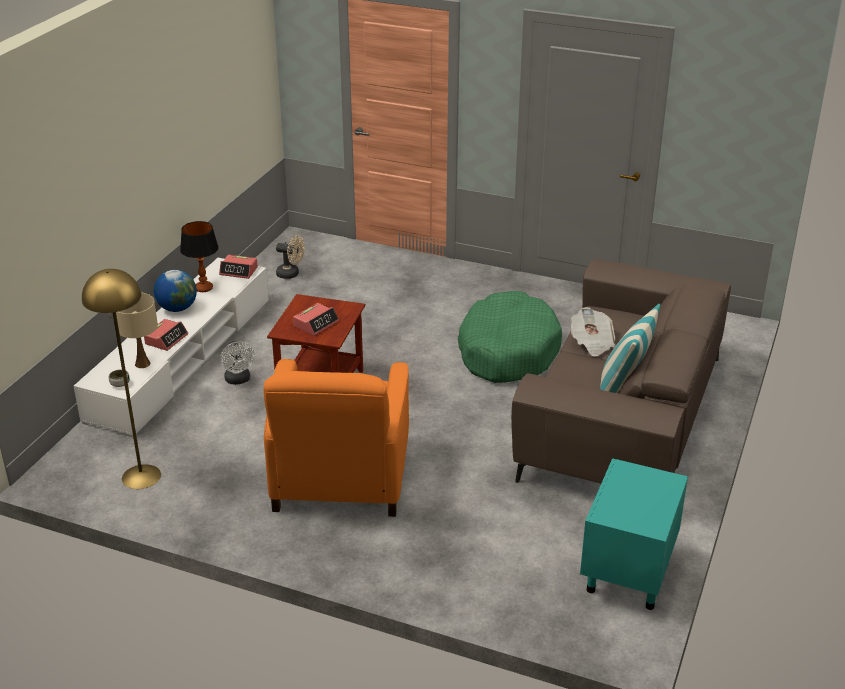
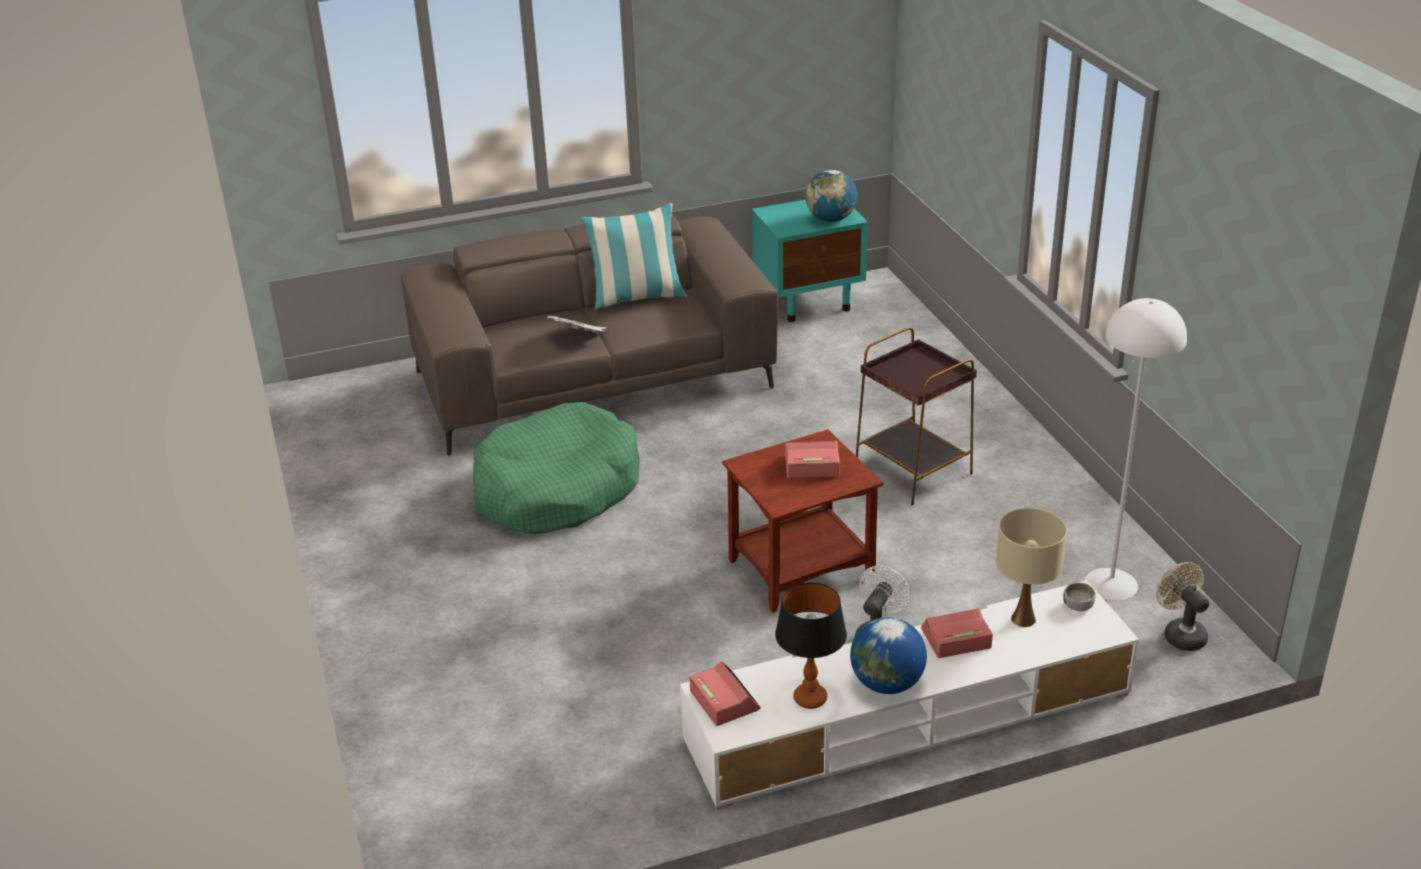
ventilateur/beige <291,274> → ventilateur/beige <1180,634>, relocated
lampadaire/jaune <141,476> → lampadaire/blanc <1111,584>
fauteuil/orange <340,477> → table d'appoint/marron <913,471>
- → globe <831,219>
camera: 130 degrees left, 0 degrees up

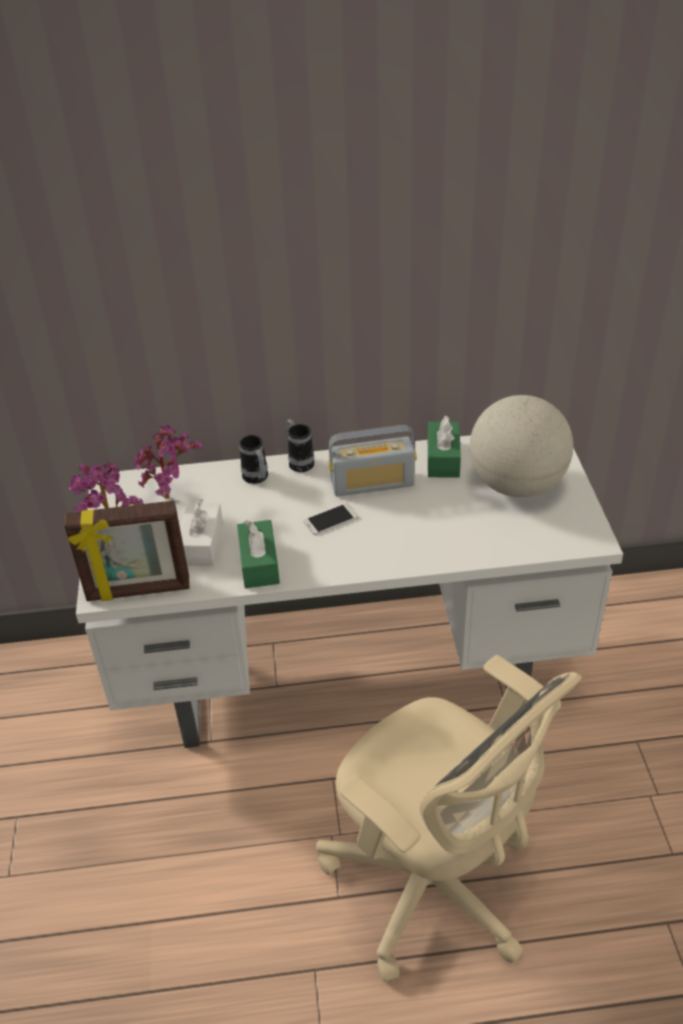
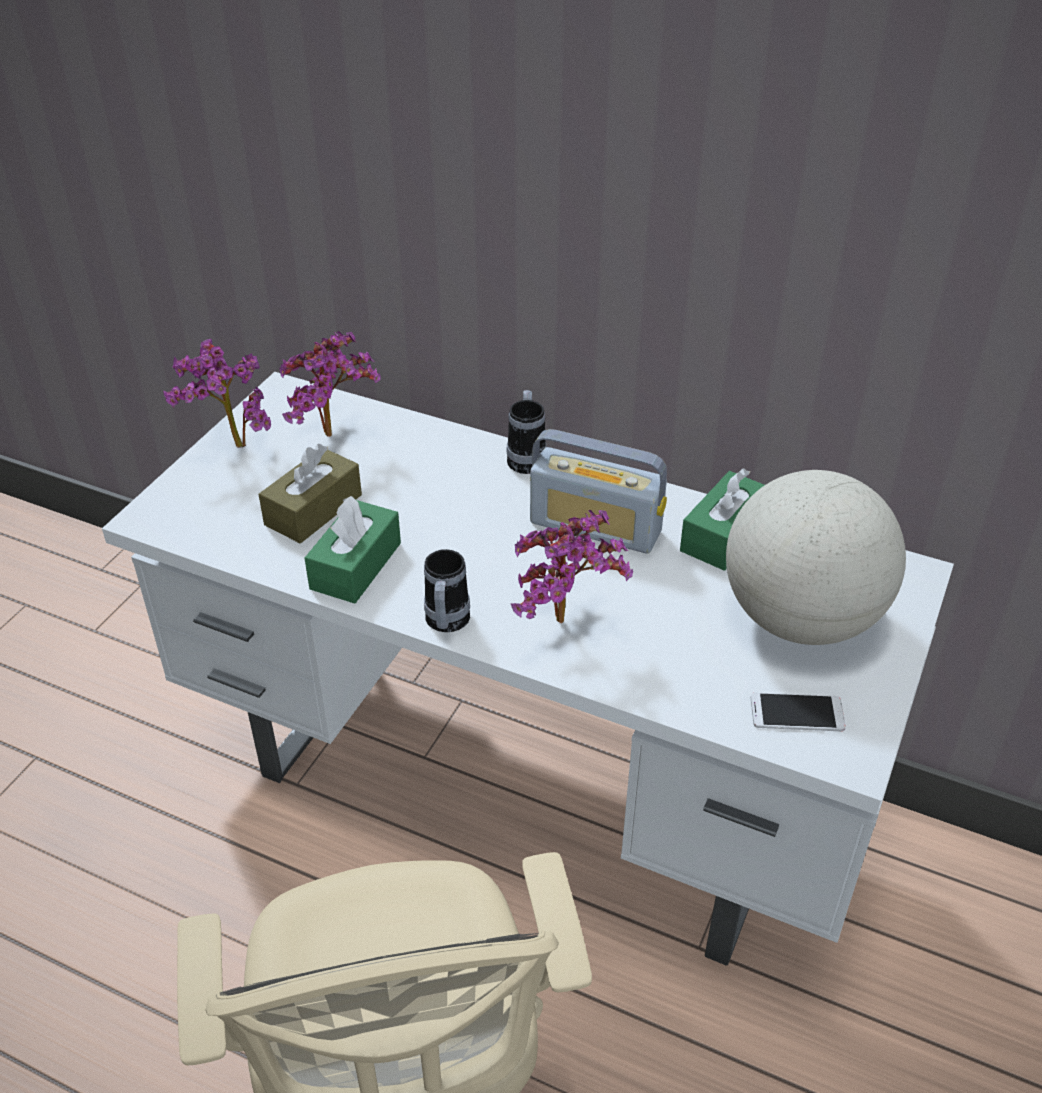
mug <257,479> → mug <446,624>, relocated
boîte à mouchoirs/blanc <202,544> → boîte à mouchoirs/marron <313,510>
cadre photo <138,591> → -
téléphone <330,519> → téléphone <797,713>, relocated
- → plante en pot <567,625>
camera: 30 degrees right, 0 degrees up

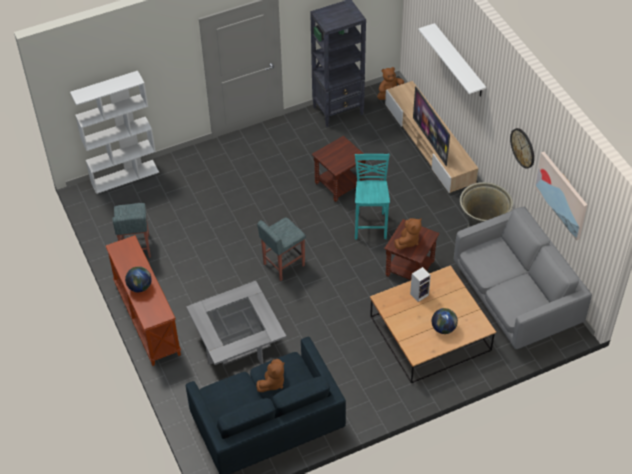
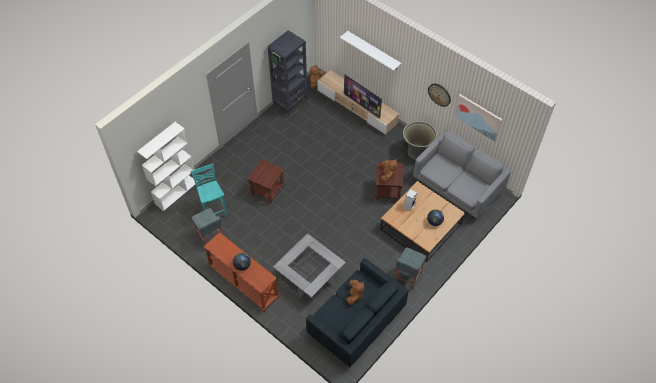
table d'appoint/marron <339,184> → table d'appoint/marron <267,190>, relocated
tabouret/turquoise <370,225> → tabouret/turquoise <213,210>, relocated
tabouret/gris <283,265> → tabouret/gris <408,277>, relocated
camera: 25 degrees left, 5 degrees up

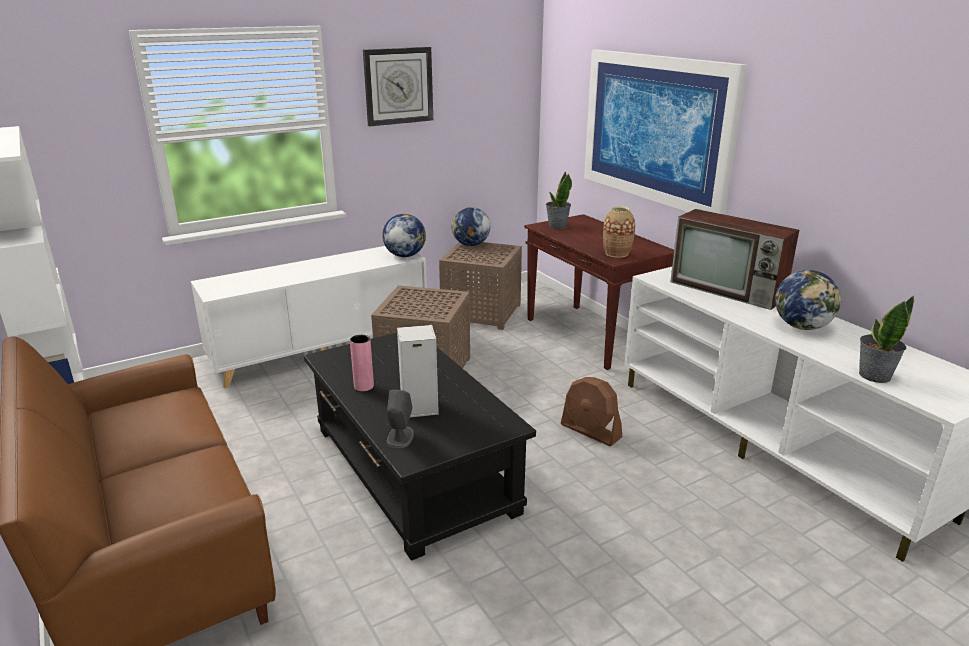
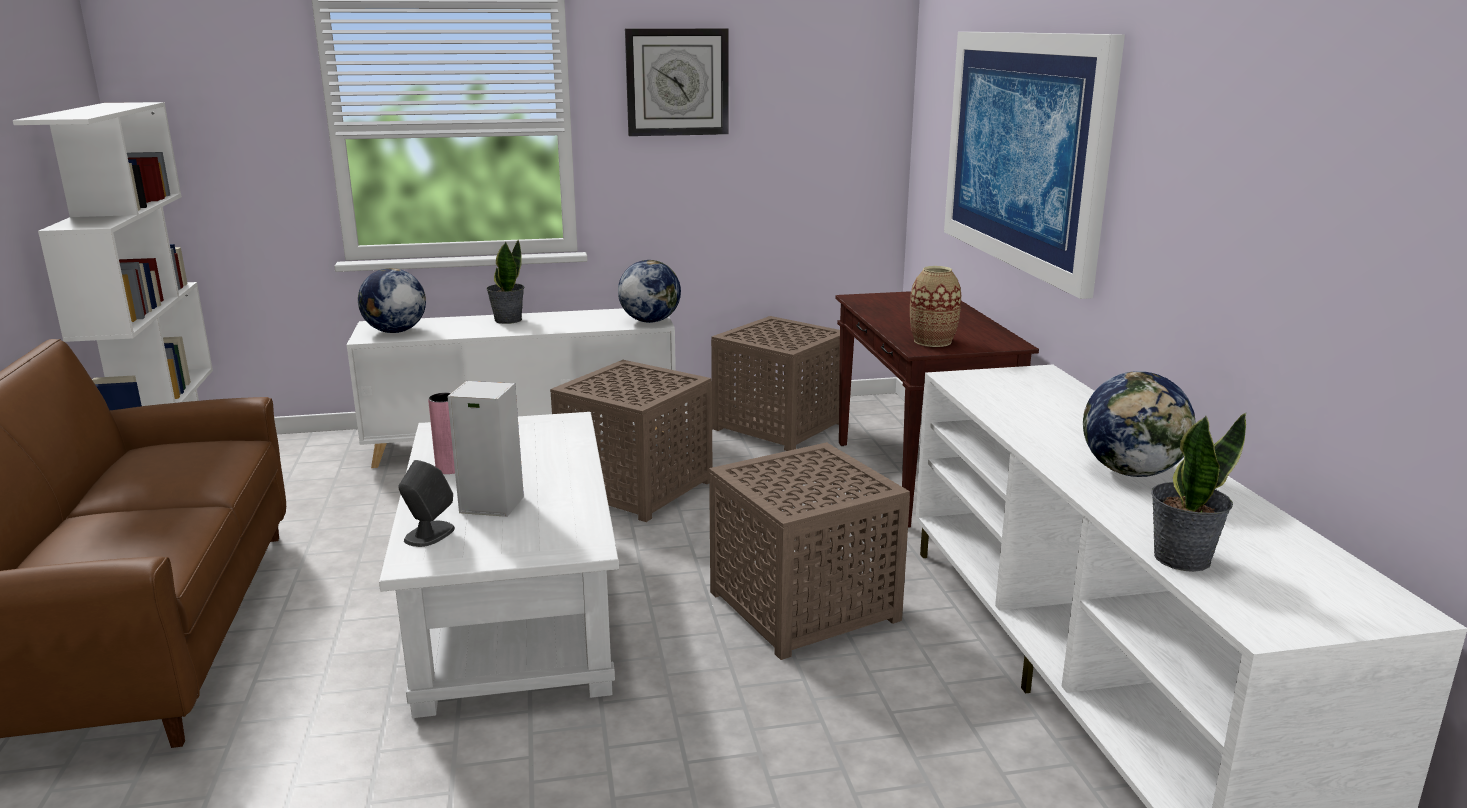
plante en pot <557,226> → plante en pot <507,320>, relocated
globe <470,245> → globe <395,331>, relocated
téléviseur <729,290> → -
table basse/noir <413,468> → table basse/blanc <515,605>
ventilateur/marron <591,431> → table d'appoint/marron <807,606>
camera: 20 degrees right, 5 degrees down

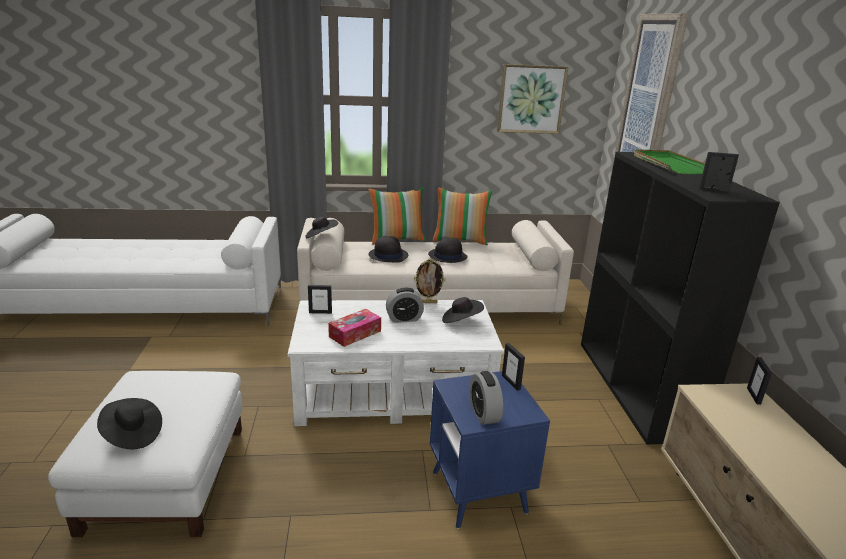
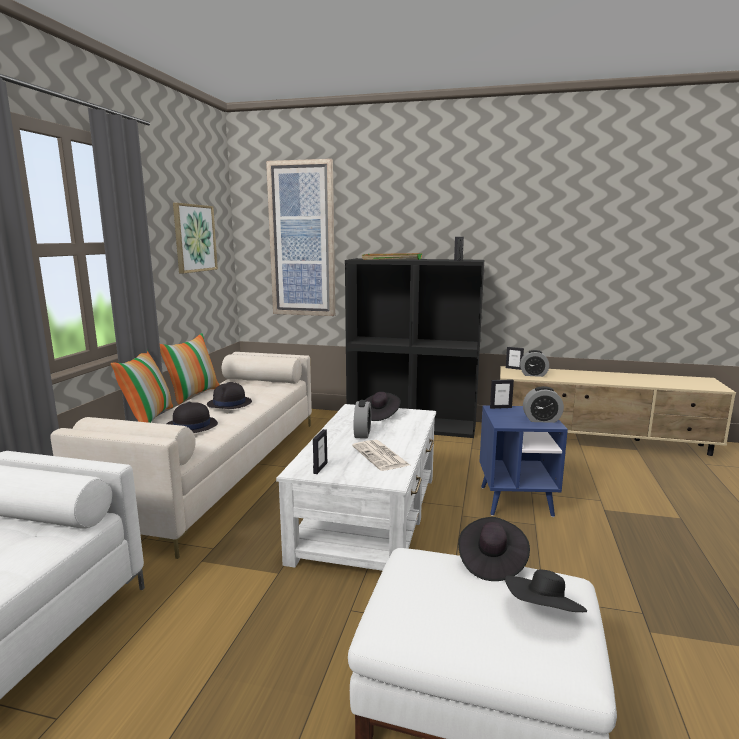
chapeau/noir <321,236> → chapeau/noir <491,562>, relocated
cadre photo <428,302> → -
boîte à mouchoirs <355,334> → journal <381,456>
- → réveil <533,375>
camera: 70 degrees left, 10 degrees down

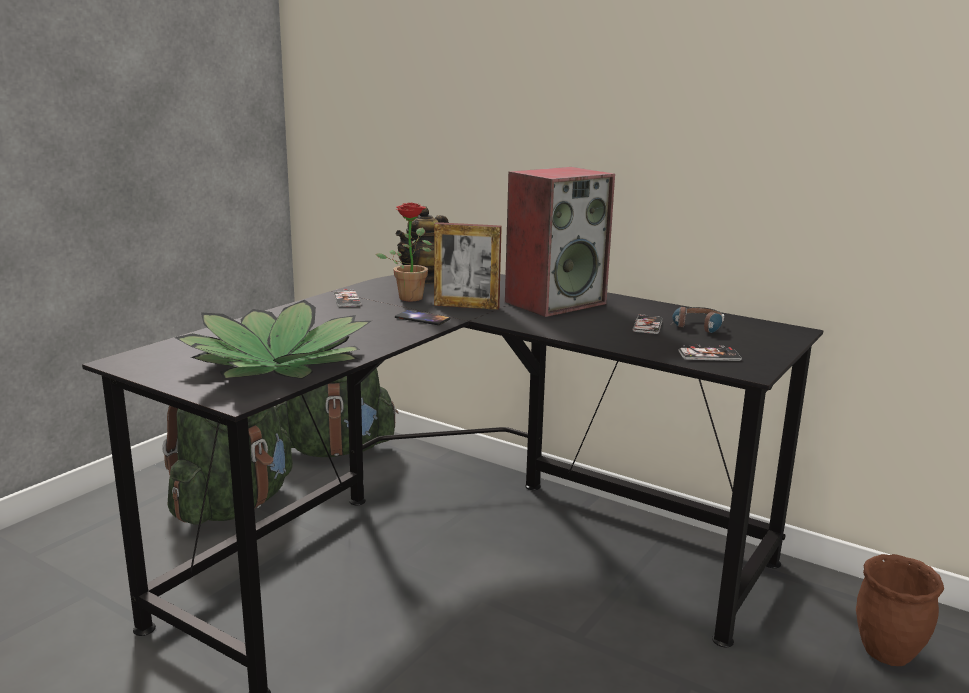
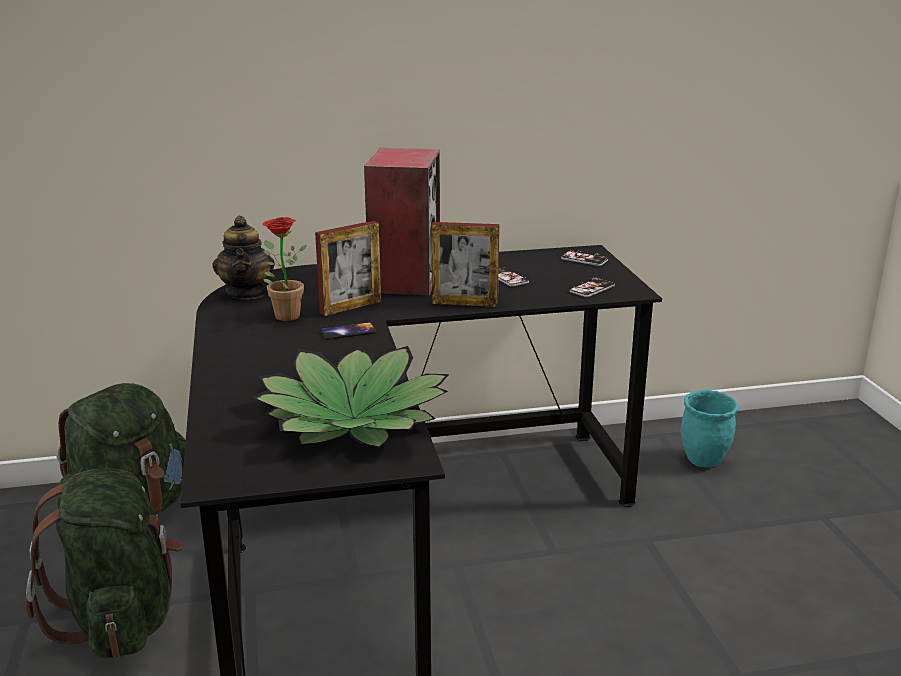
téléphone <347,300> → téléphone <584,260>, relocated
casque audio <696,328> → -
cache-pot/marron <885,653> → cache-pot/turquoise <702,461>
- → cadre photo <465,303>
camera: 45 degrees left, 5 degrees up

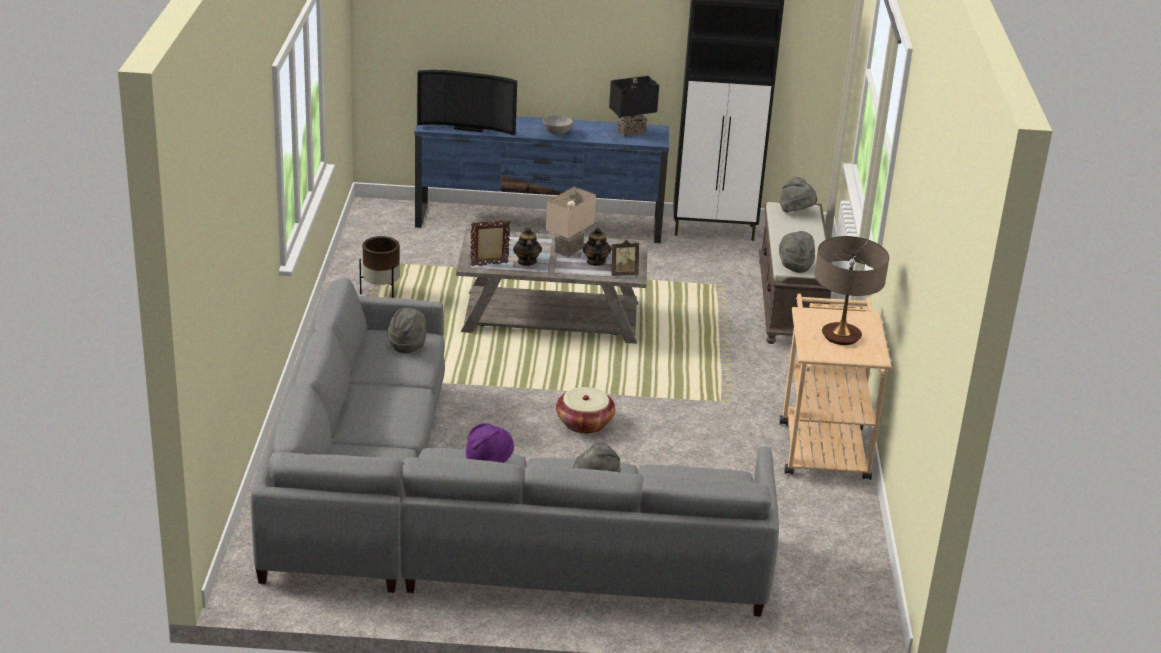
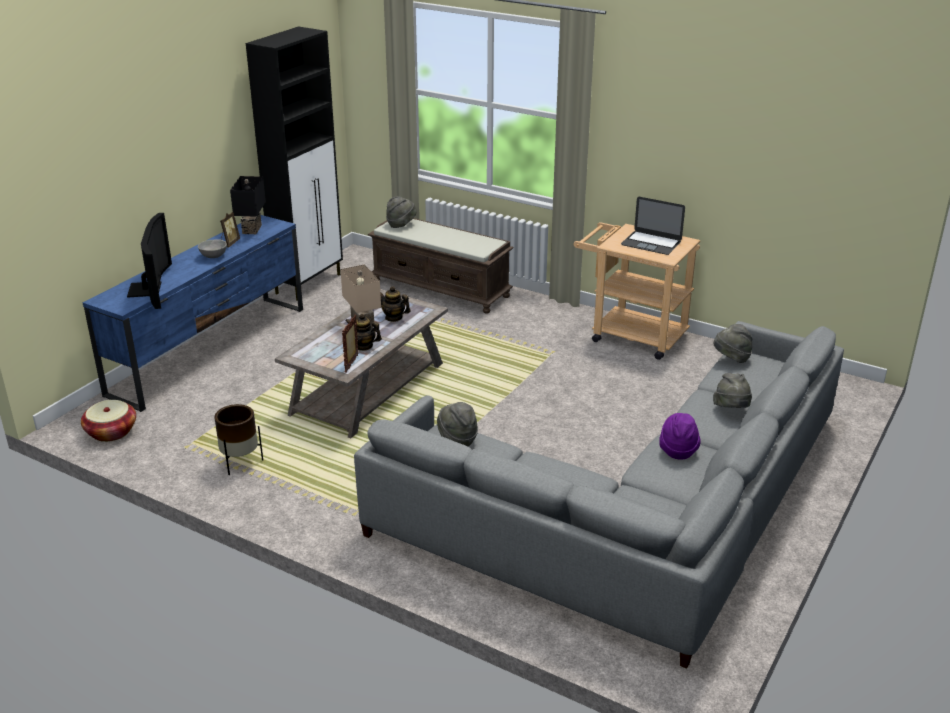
téléviseur <469,127> → téléviseur <150,289>, 45 degrees counterclockwise
chapeau/gris <794,266> → chapeau/gris <731,359>, relocated
lampe de table <841,336> → ordinateur portable <651,243>
cadre photo <623,273> → cadre photo <229,243>, relocated
panier <584,423> → panier <111,432>, relocated
camera: 60 degrees left, 0 degrees up

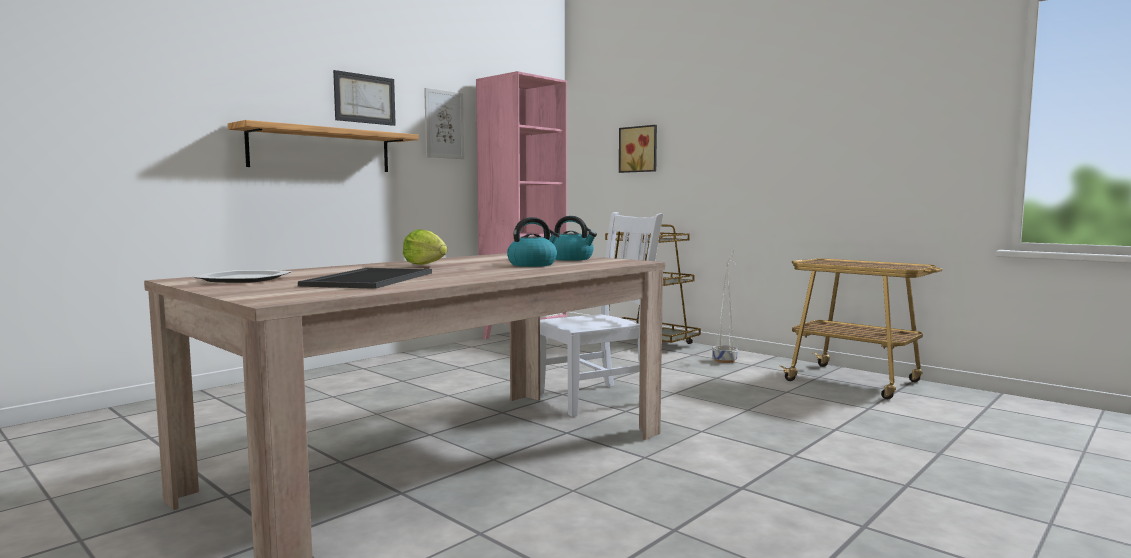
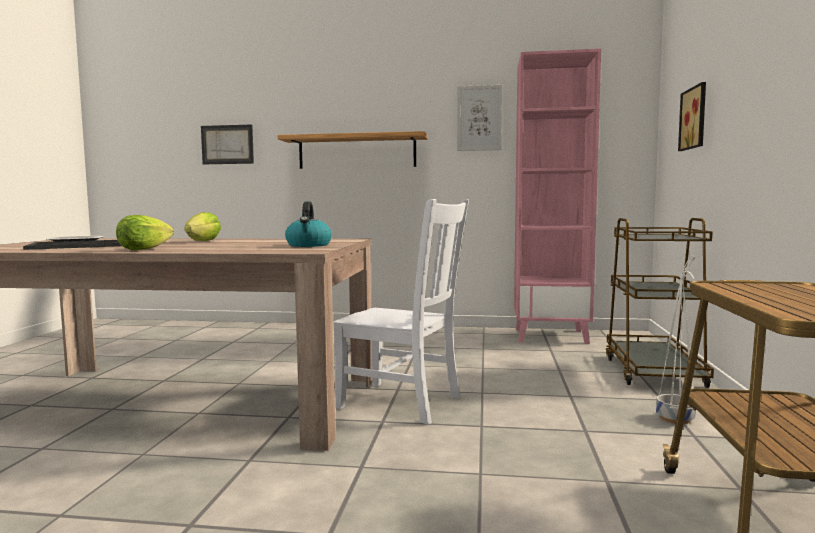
tableau <364,99> → tableau <227,144>, relocated
bouilloire <533,264> → -
- → laitue <144,249>
camera: 55 degrees right, 0 degrees up

